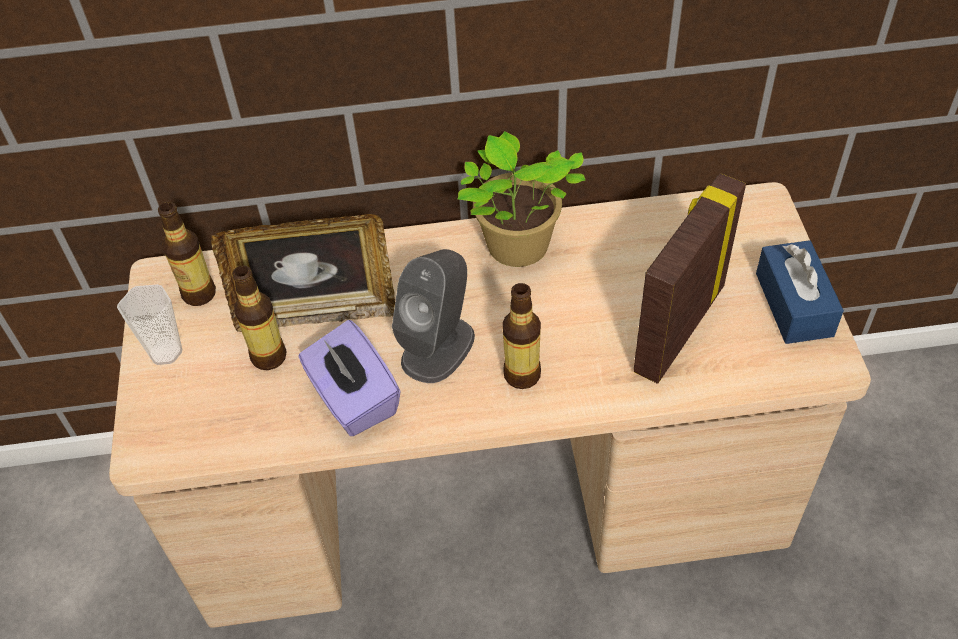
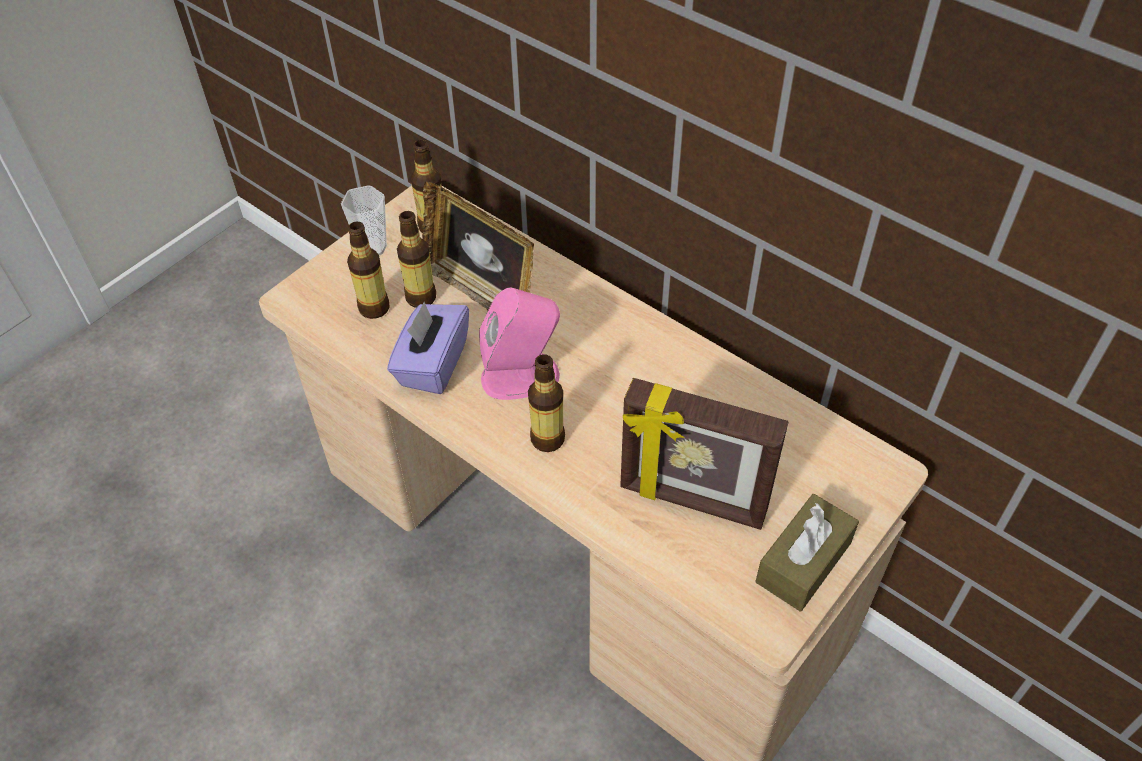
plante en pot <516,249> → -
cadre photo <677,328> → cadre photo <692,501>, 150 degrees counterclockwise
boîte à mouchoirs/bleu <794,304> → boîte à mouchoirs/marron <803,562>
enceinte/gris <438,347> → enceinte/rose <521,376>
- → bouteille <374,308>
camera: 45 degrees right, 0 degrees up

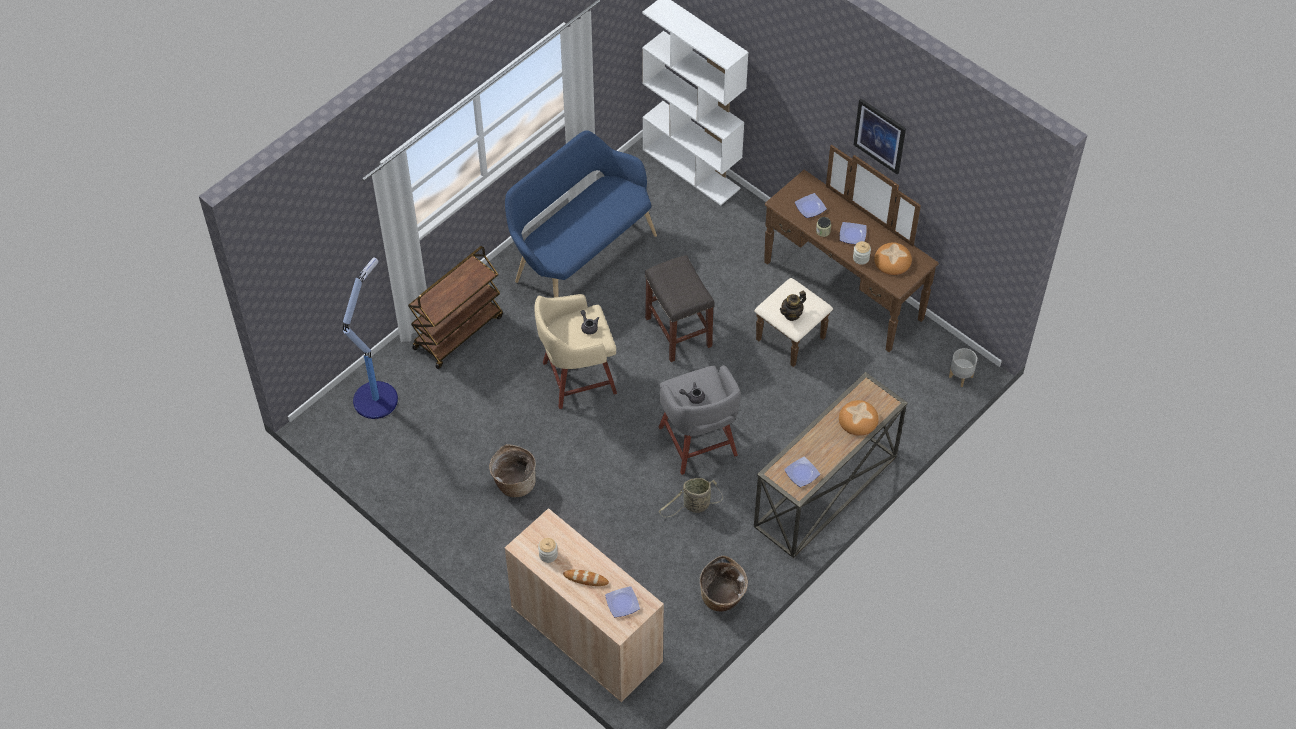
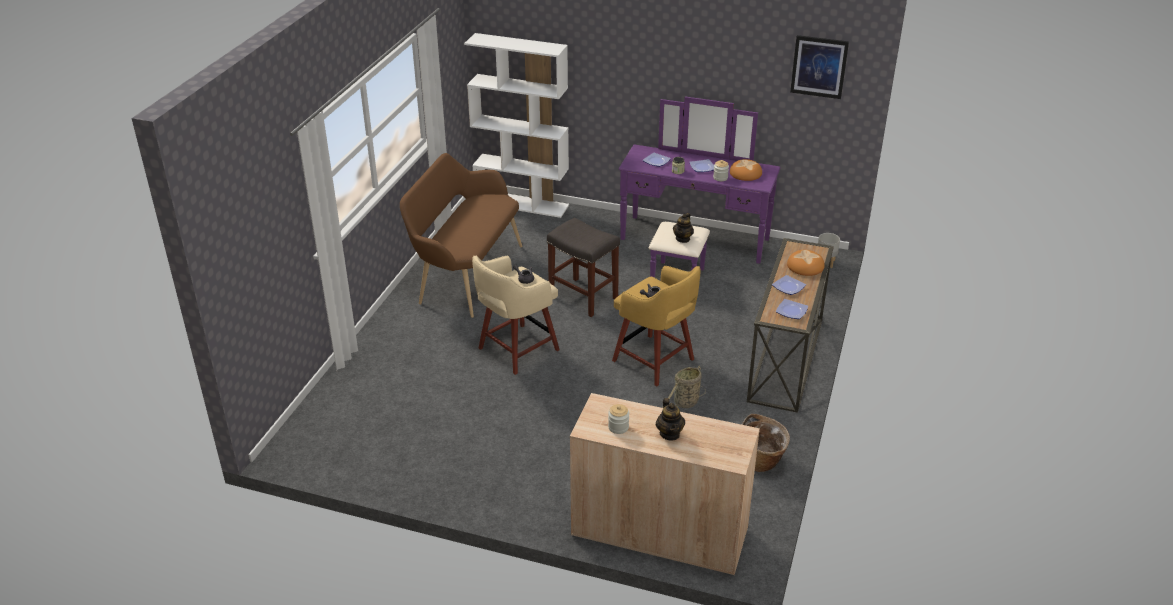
tableau <880,135> → tableau <819,66>, relocated
banc/bleu <580,256> → banc/marron <465,274>
commode/marron <831,302> → commode/violet <691,247>
chariot/marron <458,331> → -
lampadaire <376,398> → -
tabouret/gris <698,443> → tabouret/jaune <655,361>
panier <514,482> → -
pain <585,579> → théière <670,434>
assiette <623,603> → assiette <789,287>, relocated
camera: 25 degrees left, 20 degrees down

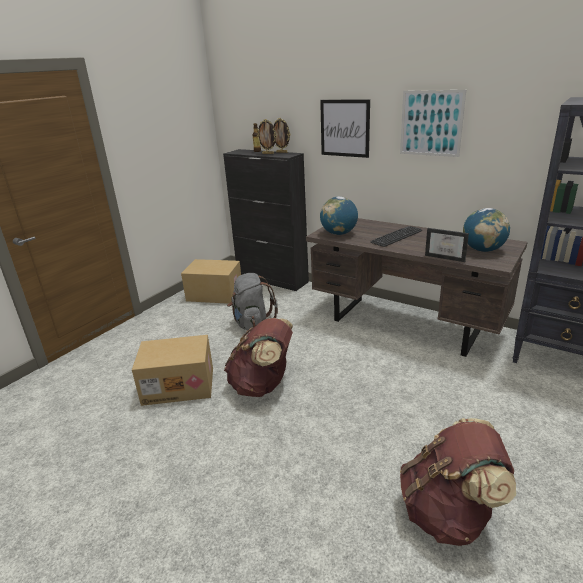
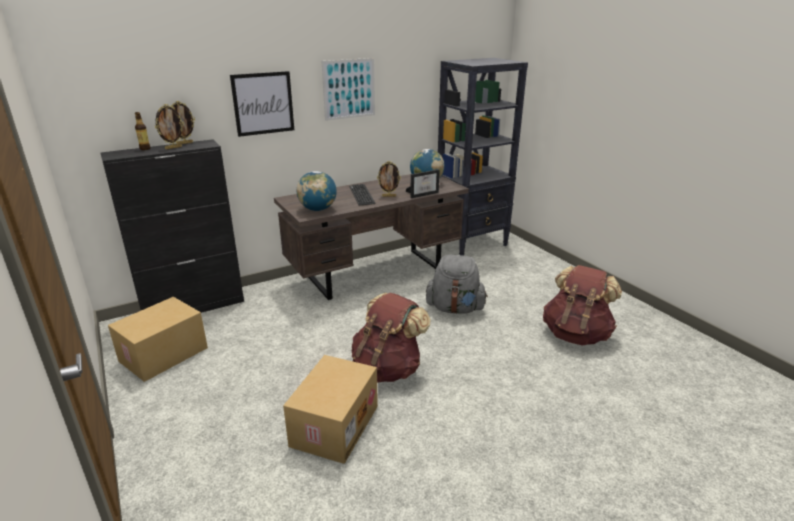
sac à dos/gris <252,324> → sac à dos/gris <455,308>, relocated
- → cadre photo <389,196>
camera: 65 degrees left, 0 degrees up

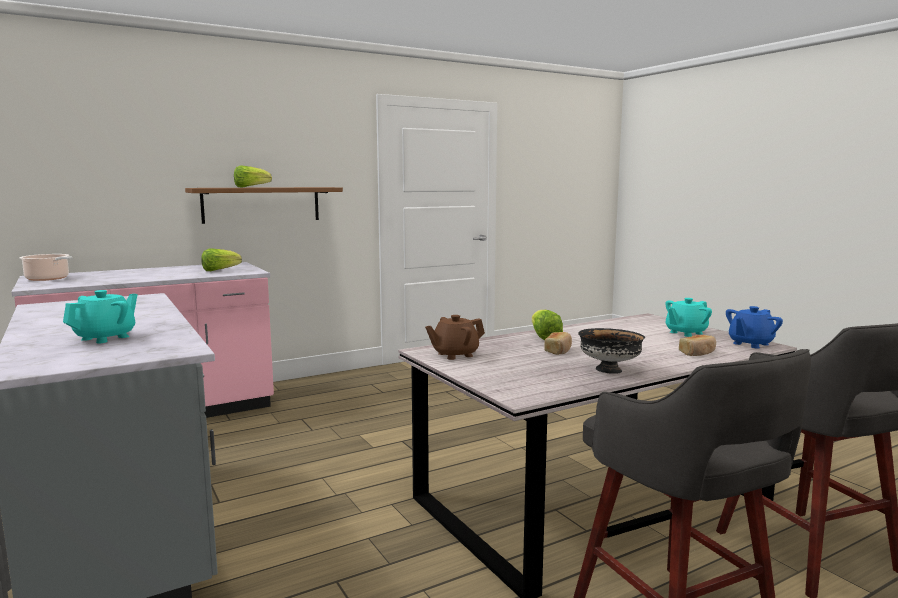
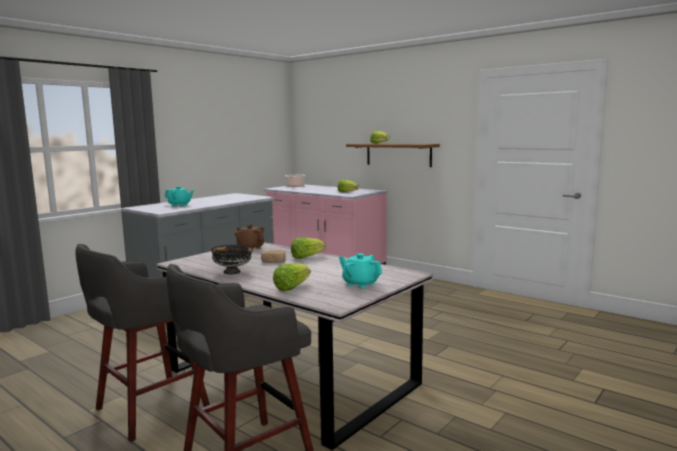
théière/bleu <750,344> → -
pain <697,353> → laitue <291,287>
camera: 70 degrees right, 0 degrees up

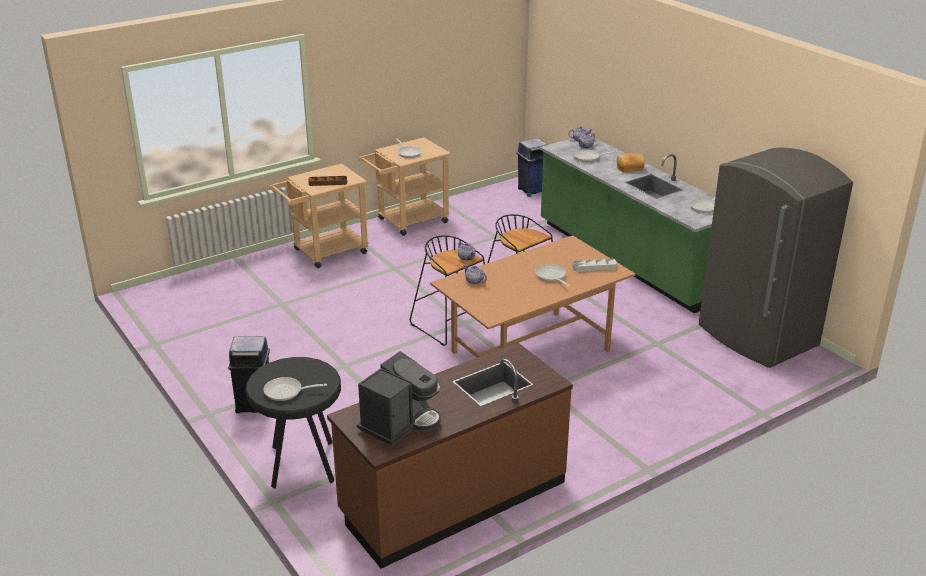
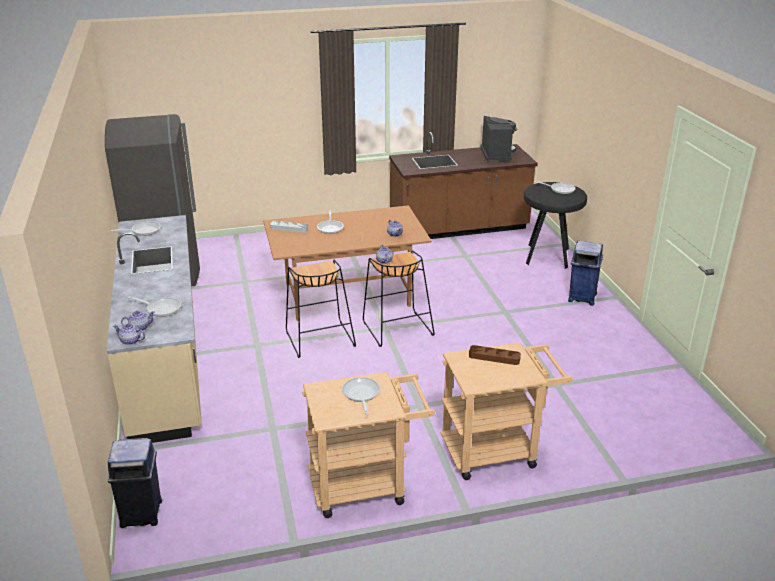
comptoir de cuisine/vert <628,260> → comptoir de cuisine/beige <166,361>
pain <629,168> → -
machine à café <400,423> → machine à café <497,154>, 120 degrees clockwise
camera: 160 degrees left, 0 degrees up

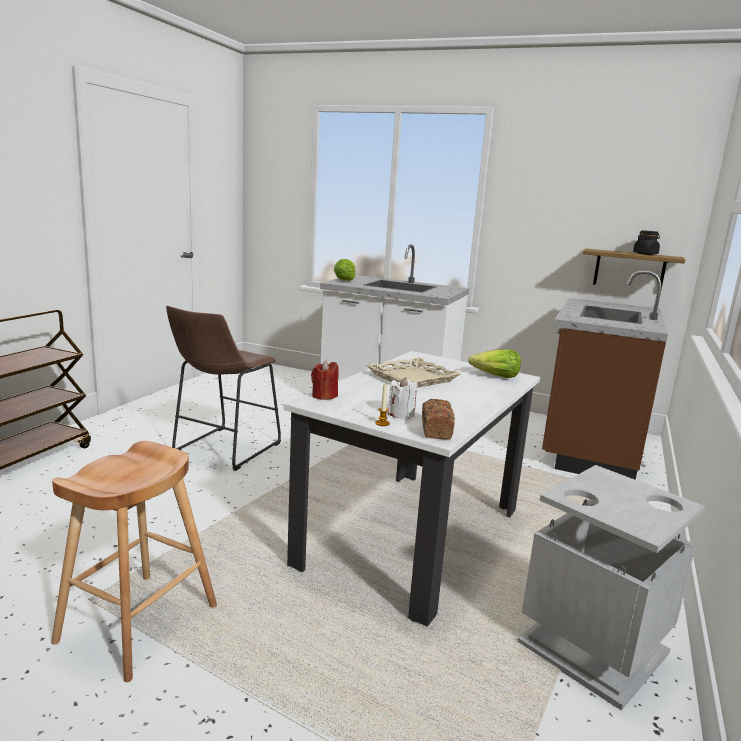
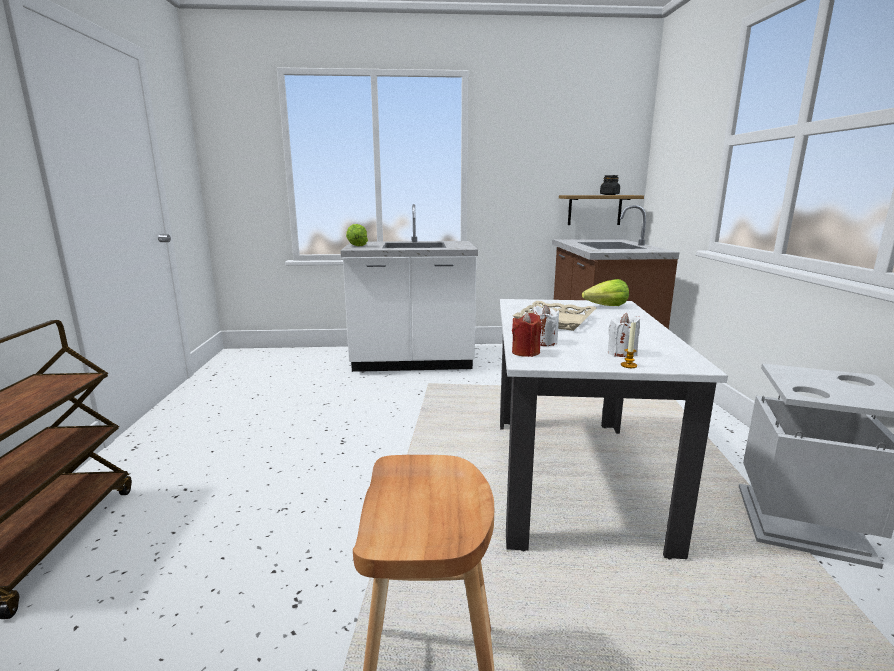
tabouret/marron <223,450> → -
pain <436,429> → -
- → bougie/blanc <544,342>
camera: 25 degrees left, 0 degrees up

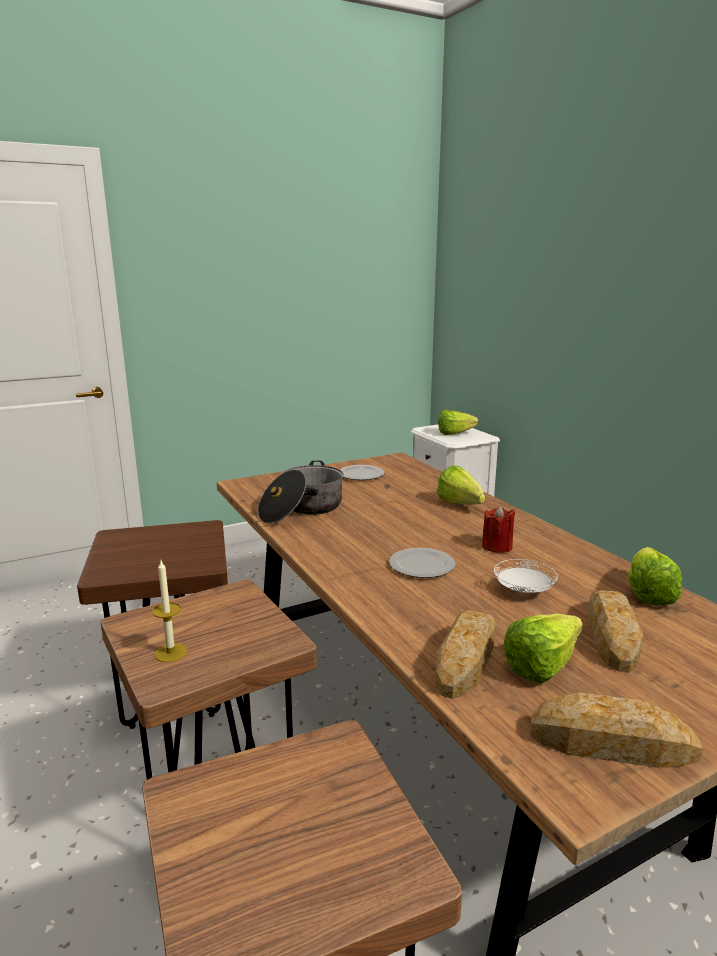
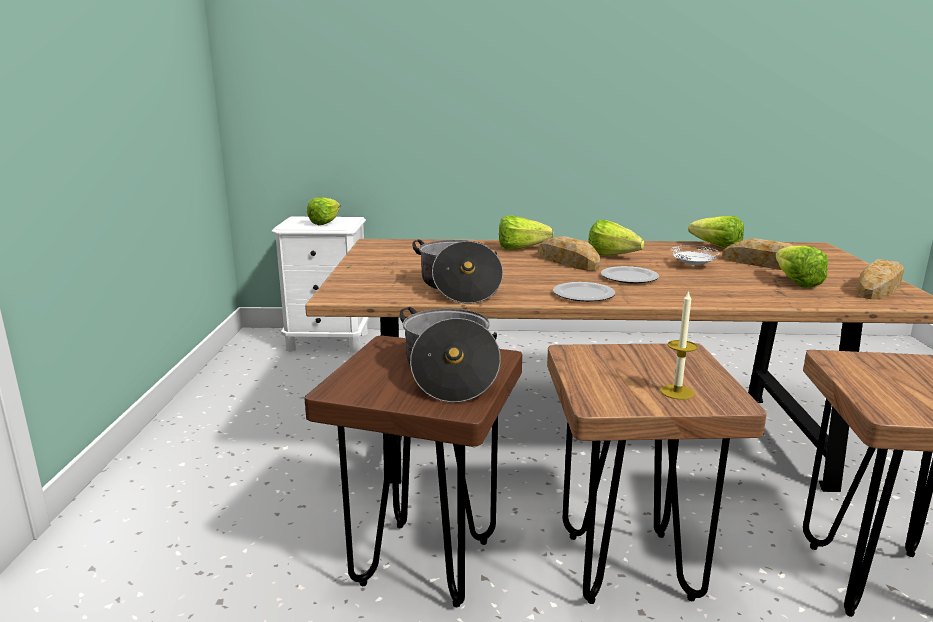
assiette <361,475> → assiette <584,294>, relocated
bougie/rouge <497,547> → laitue <615,257>
pain <466,658> → pain <567,261>, relocated
- → marmite <449,373>
camera: 60 degrees left, 0 degrees up

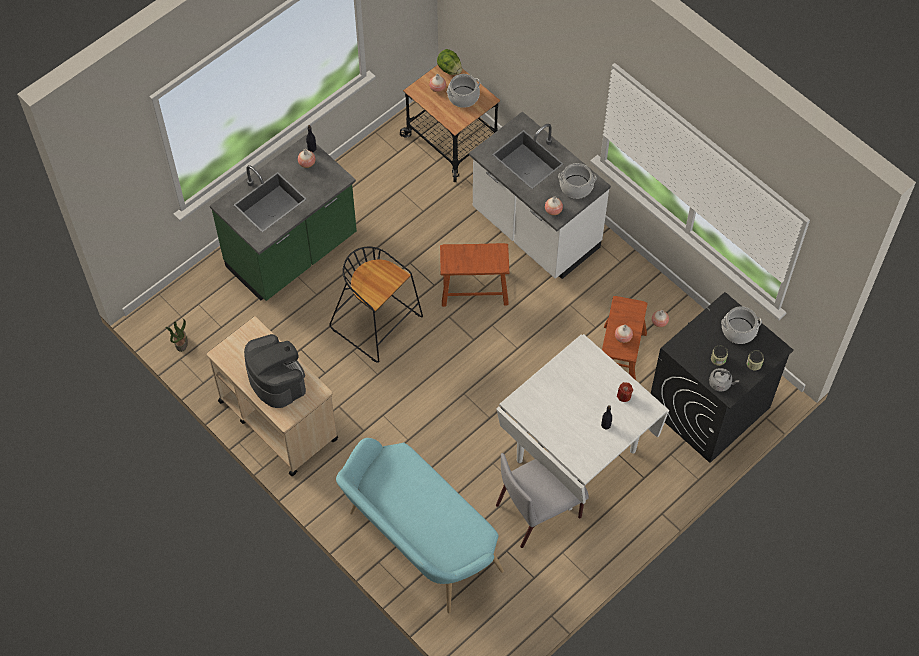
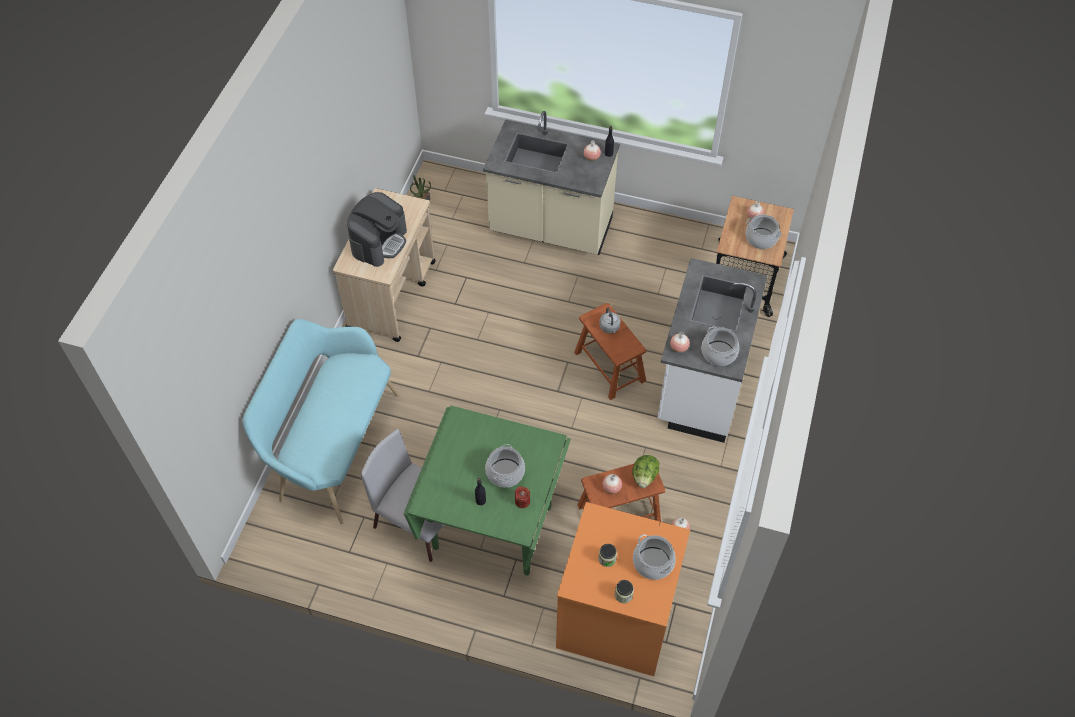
laitue <449,69> → laitue <644,476>, relocated
comptoir de cuisine/vert <292,253> → comptoir de cuisine/beige <551,229>
tabouret/noir <378,323> → -
lave-linge/noir <708,408> → lave-linge/orange <615,618>
table à manger/blanc <575,454> → table à manger/vert <492,526>
bouilloire/gris <721,383> → bouilloire/gris <610,328>, relocated
- → marmite <505,473>
camera: 60 degrees right, 5 degrees down

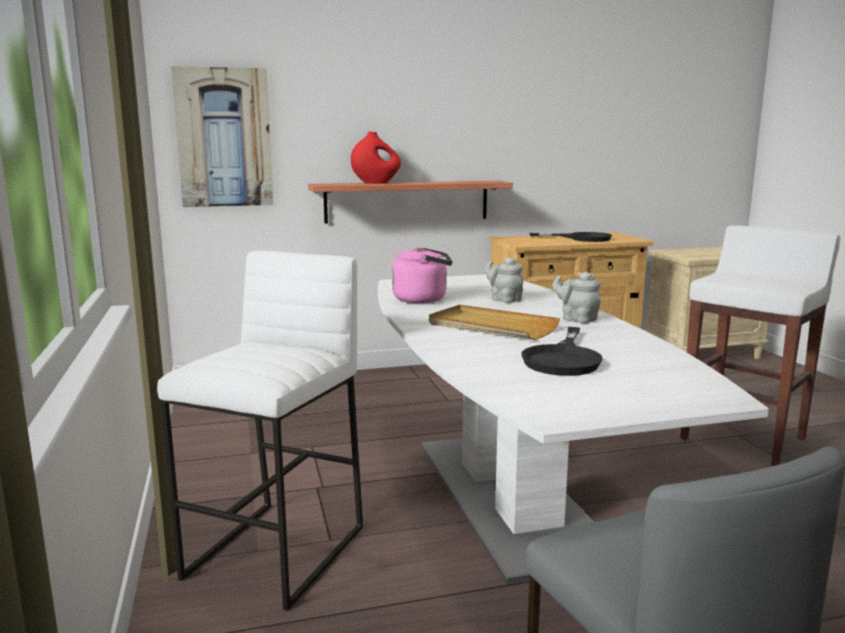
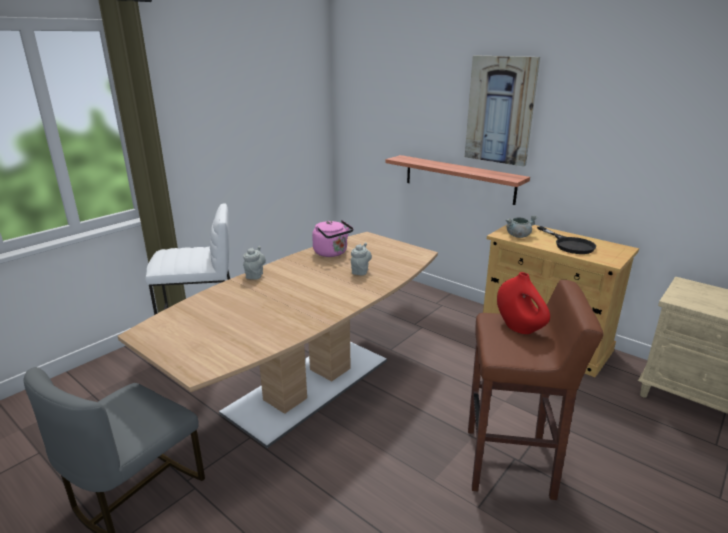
tableau <224,138> → tableau <500,110>, relocated
vase/rouge <376,183> → vase/rouge <519,328>, relocated
tabouret/blanc <743,439> → tabouret/marron <510,463>
théière/gris <576,319> → théière/gris <255,275>, relocated
table à manger/blanc <508,496> → table à manger/marron <308,385>
plateau/beige <491,327> → -
poêle/noir <563,359> → -
- → marmite/gris <518,236>
camera: 55 degrees right, 10 degrees up

